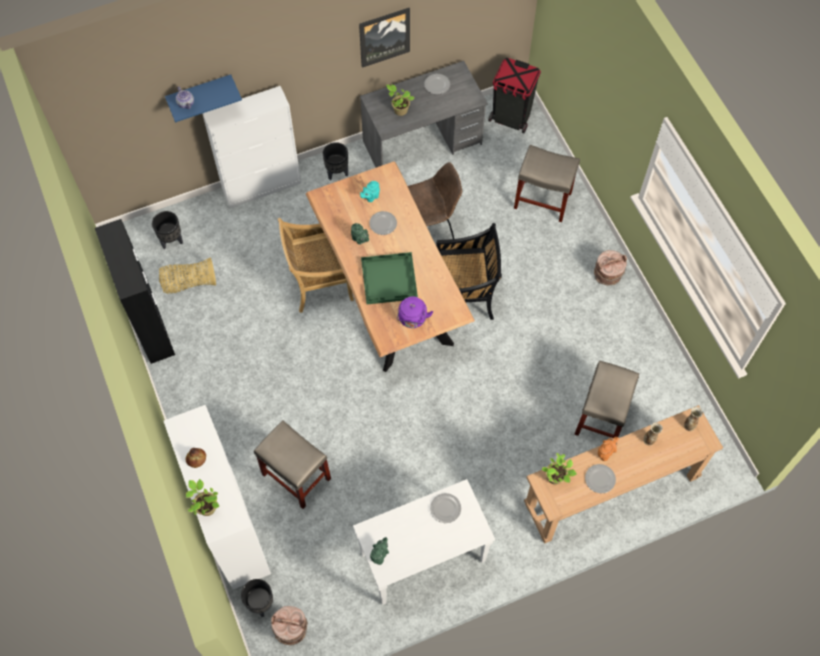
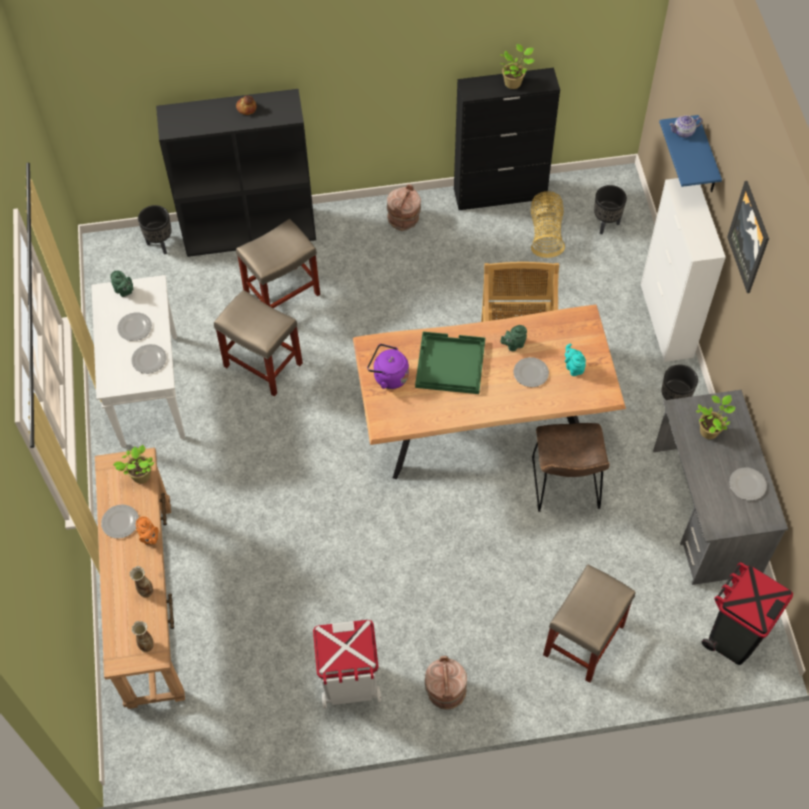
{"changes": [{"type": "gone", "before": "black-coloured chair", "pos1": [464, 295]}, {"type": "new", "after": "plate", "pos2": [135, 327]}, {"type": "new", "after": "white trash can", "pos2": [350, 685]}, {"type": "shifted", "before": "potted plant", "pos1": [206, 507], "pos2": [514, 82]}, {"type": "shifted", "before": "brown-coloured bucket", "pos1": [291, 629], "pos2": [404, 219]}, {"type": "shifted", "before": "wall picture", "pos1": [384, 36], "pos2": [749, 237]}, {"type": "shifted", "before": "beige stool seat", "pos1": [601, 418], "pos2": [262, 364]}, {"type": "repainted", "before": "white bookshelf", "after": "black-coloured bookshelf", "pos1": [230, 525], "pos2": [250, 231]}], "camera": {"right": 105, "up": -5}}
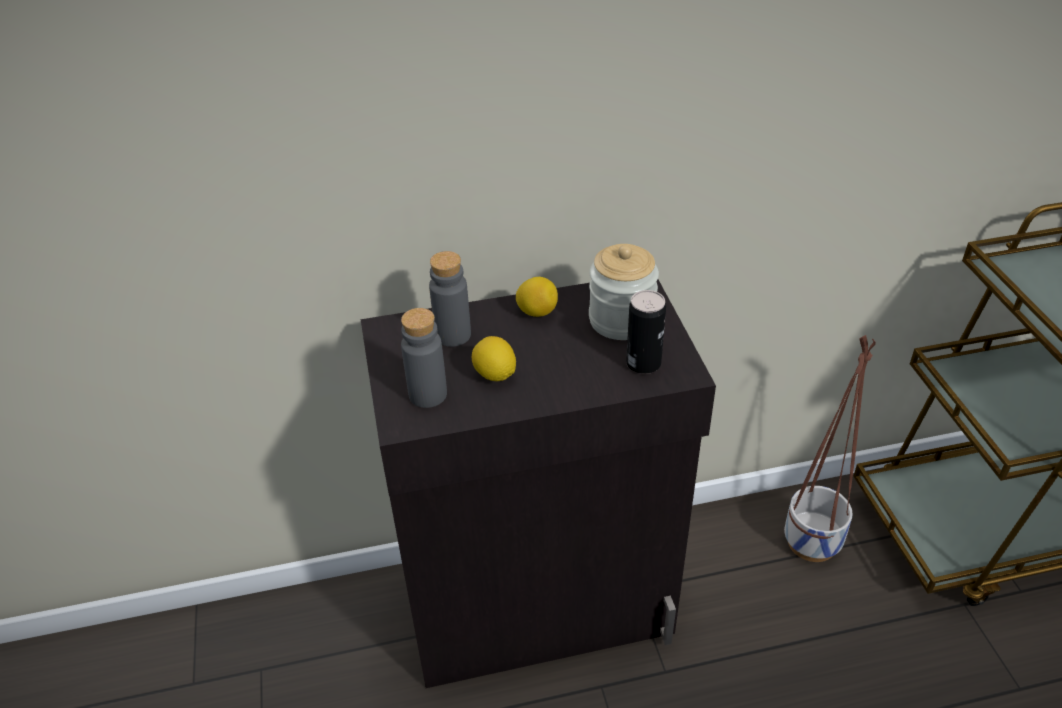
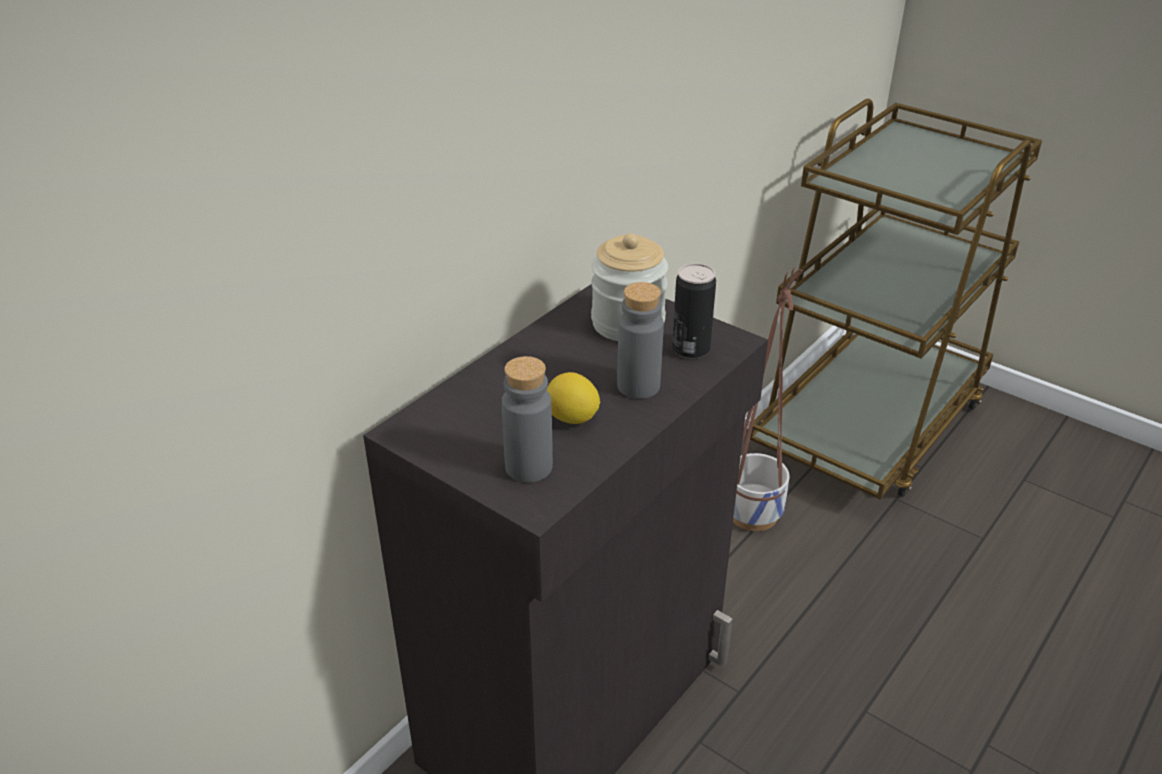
{"changes": [{"type": "gone", "before": "lemon", "pos1": [537, 312]}, {"type": "shifted", "before": "grey beverage bottle", "pos1": [453, 335], "pos2": [638, 386]}], "camera": {"right": -40, "up": -5}}
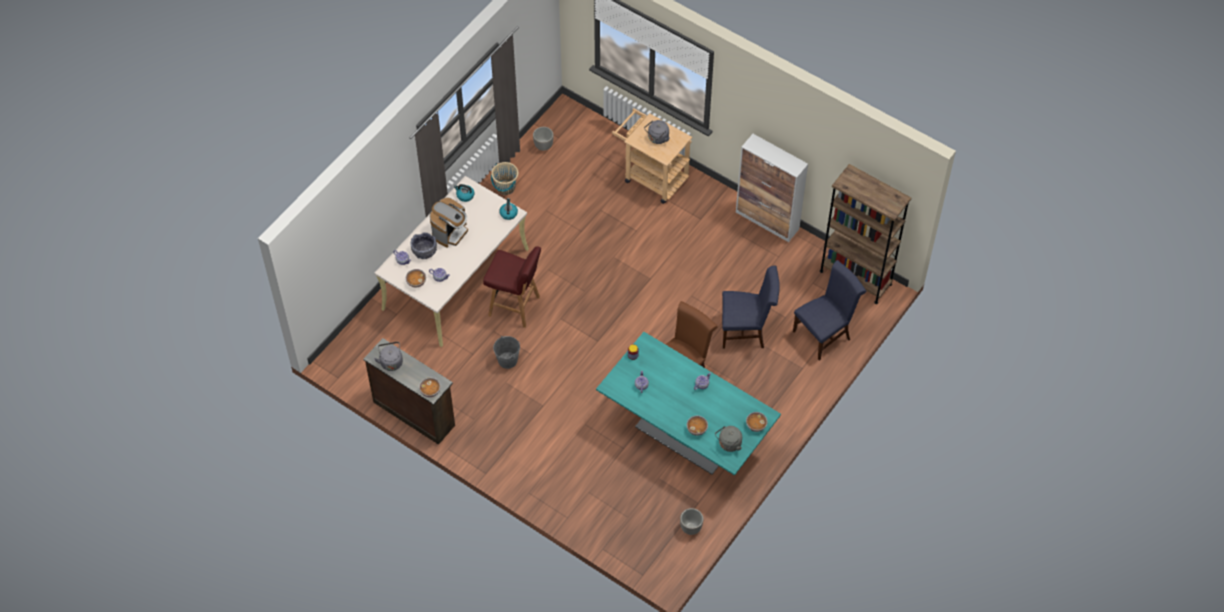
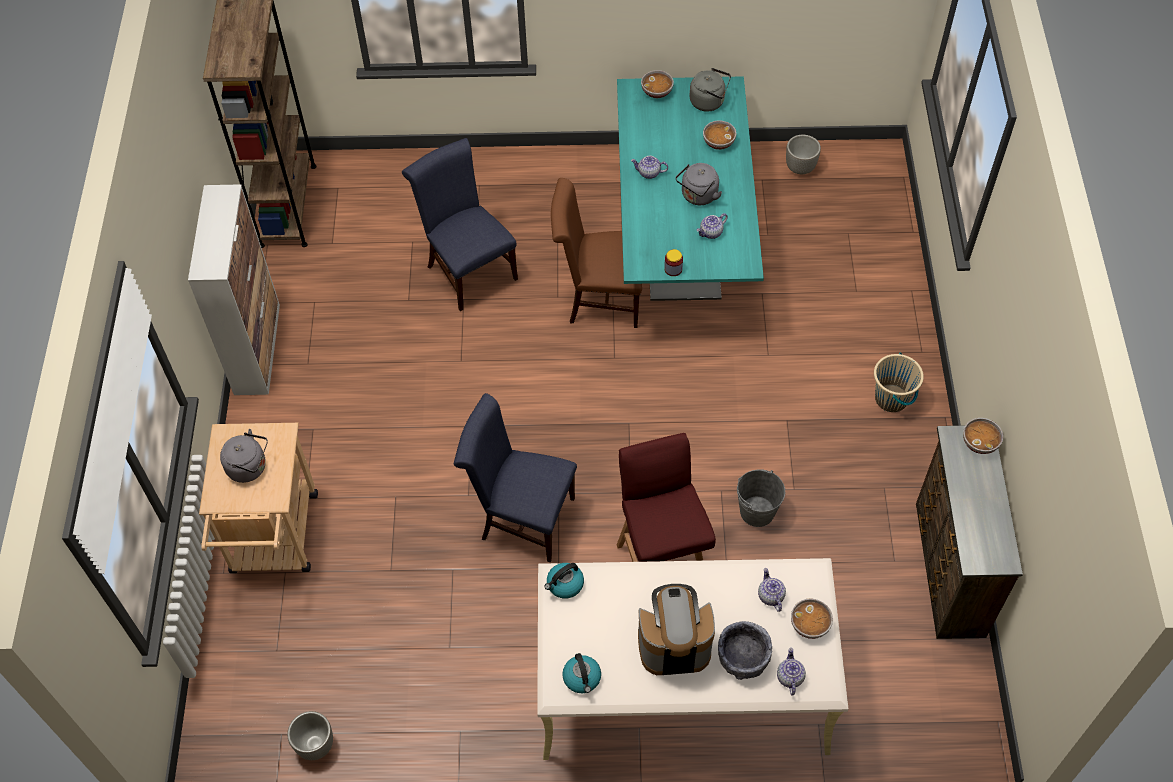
{"changes": [{"type": "shifted", "before": "grey kettle", "pos1": [391, 361], "pos2": [698, 196]}, {"type": "shifted", "before": "beige bucket", "pos1": [505, 187], "pos2": [891, 398]}, {"type": "shifted", "before": "bluish chair", "pos1": [824, 334], "pos2": [521, 517]}], "camera": {"right": -125, "up": 0}}
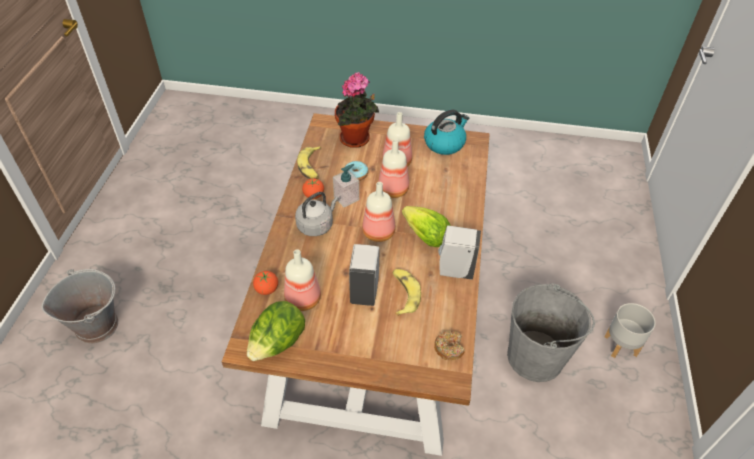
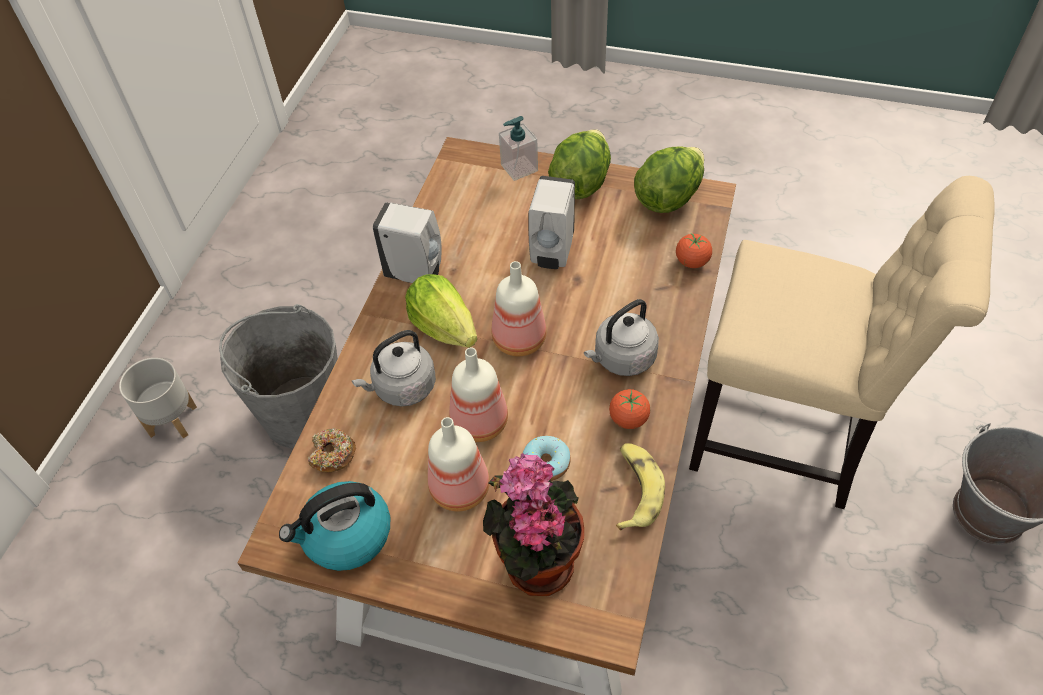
{"changes": [{"type": "gone", "before": "beverage bottle", "pos1": [303, 298]}, {"type": "gone", "before": "whole banana", "pos1": [403, 294]}, {"type": "new", "after": "grey kettle", "pos2": [402, 388]}, {"type": "new", "after": "lettuce", "pos2": [580, 182]}, {"type": "new", "after": "beige chair", "pos2": [787, 437]}, {"type": "shifted", "before": "soap dispenser", "pos1": [346, 198], "pos2": [519, 168]}, {"type": "shifted", "before": "donut", "pos1": [449, 348], "pos2": [332, 455]}], "camera": {"right": -170, "up": 5}}
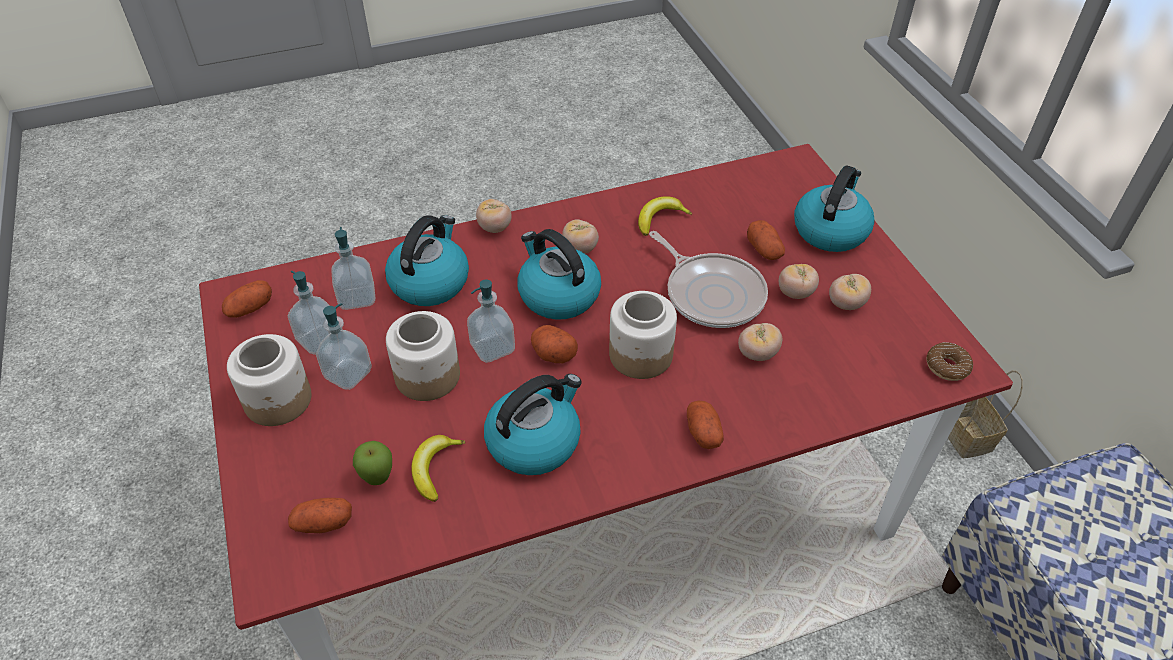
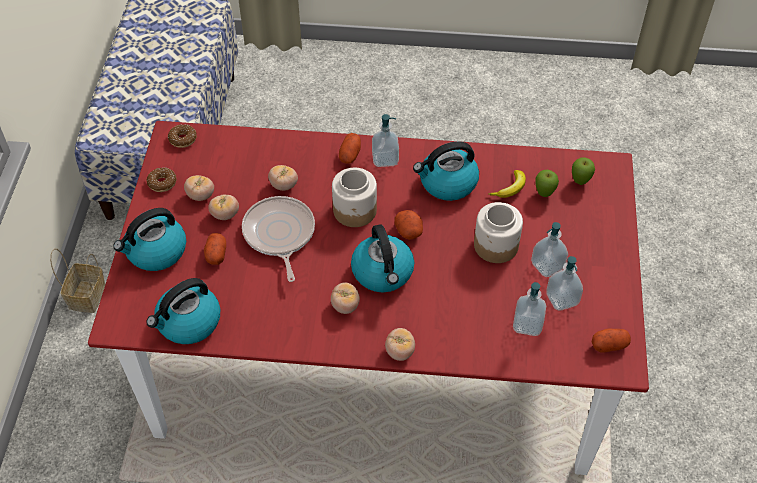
{"changes": [{"type": "gone", "before": "jar", "pos1": [278, 400]}, {"type": "gone", "before": "whole banana", "pos1": [659, 219]}, {"type": "new", "after": "donut", "pos2": [162, 183]}, {"type": "shifted", "before": "kettle", "pos1": [430, 281], "pos2": [188, 323]}, {"type": "shifted", "before": "soap dispenser", "pos1": [492, 348], "pos2": [385, 159]}, {"type": "swapped", "before": "potato", "after": "apple fruit", "pos1": [323, 523], "pos2": [580, 182]}], "camera": {"right": -155, "up": 5}}
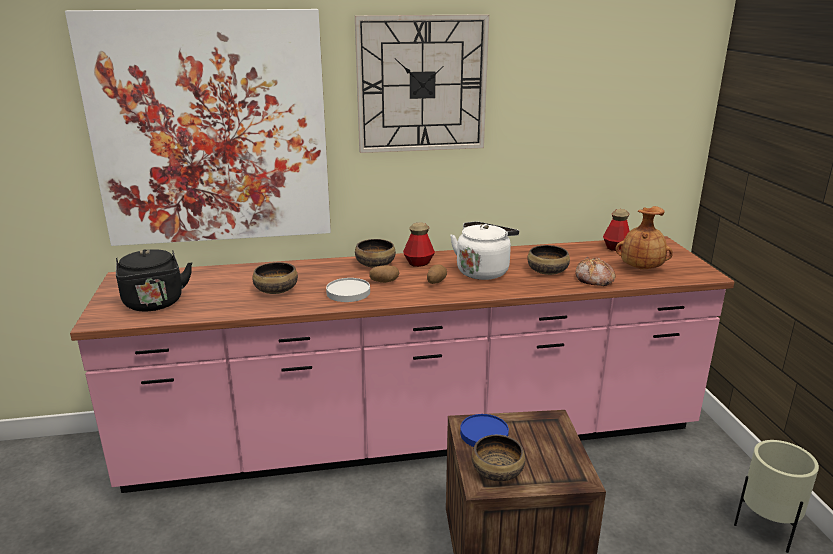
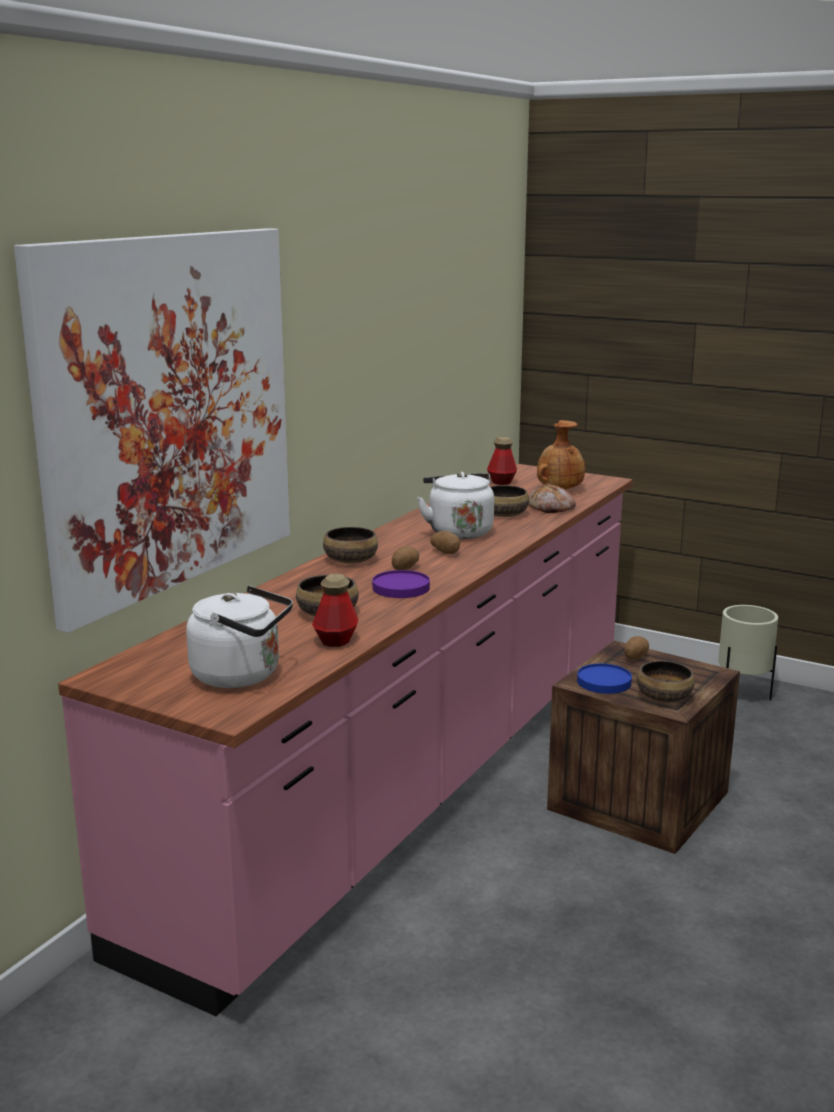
{"changes": [{"type": "gone", "before": "wall clock", "pos1": [422, 84]}, {"type": "new", "after": "potato", "pos2": [634, 657]}, {"type": "shifted", "before": "beverage bottle", "pos1": [419, 263], "pos2": [335, 640]}, {"type": "repainted", "before": "black-coloured kettle", "after": "white kettle", "pos1": [155, 304], "pos2": [242, 675]}, {"type": "repainted", "before": "white plate", "after": "purple plate", "pos1": [348, 292], "pos2": [400, 588]}], "camera": {"right": -50, "up": -5}}
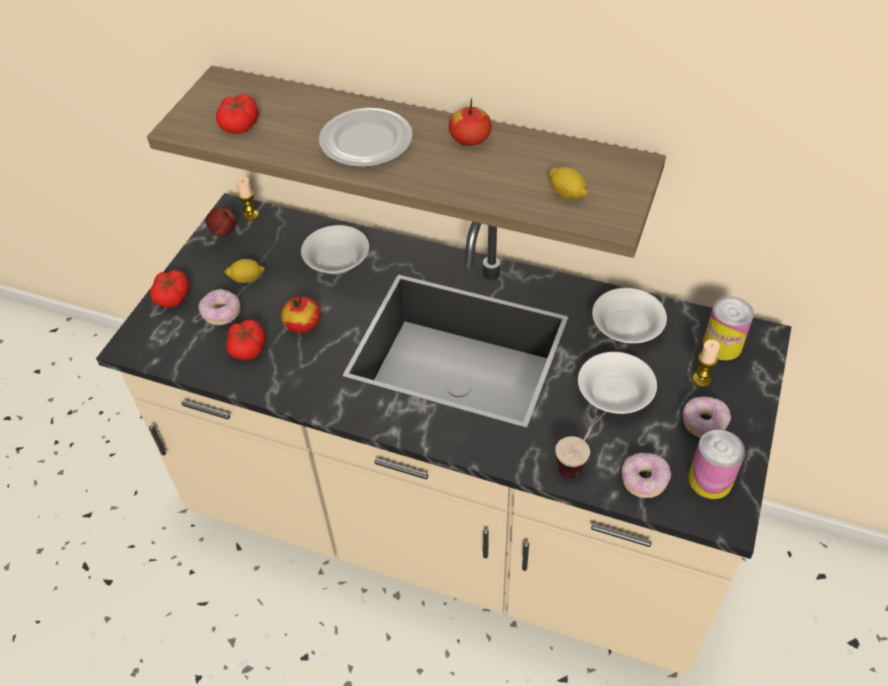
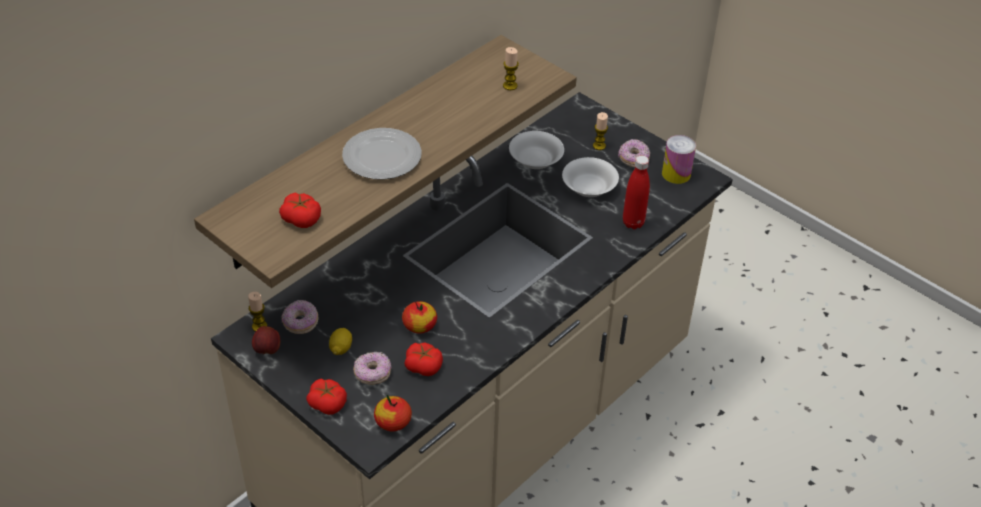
{"changes": [{"type": "gone", "before": "white serving bowl", "pos1": [336, 262]}, {"type": "gone", "before": "sealed can", "pos1": [722, 345]}, {"type": "shifted", "before": "apple fruit", "pos1": [470, 139], "pos2": [393, 422]}, {"type": "shifted", "before": "donut", "pos1": [643, 480], "pos2": [300, 323]}, {"type": "swapped", "before": "lemon", "after": "candle", "pos1": [567, 194], "pos2": [510, 86]}, {"type": "swapped", "before": "drinking cup", "after": "red beverage bottle", "pos1": [579, 461], "pos2": [633, 223]}], "camera": {"right": -70, "up": -5}}
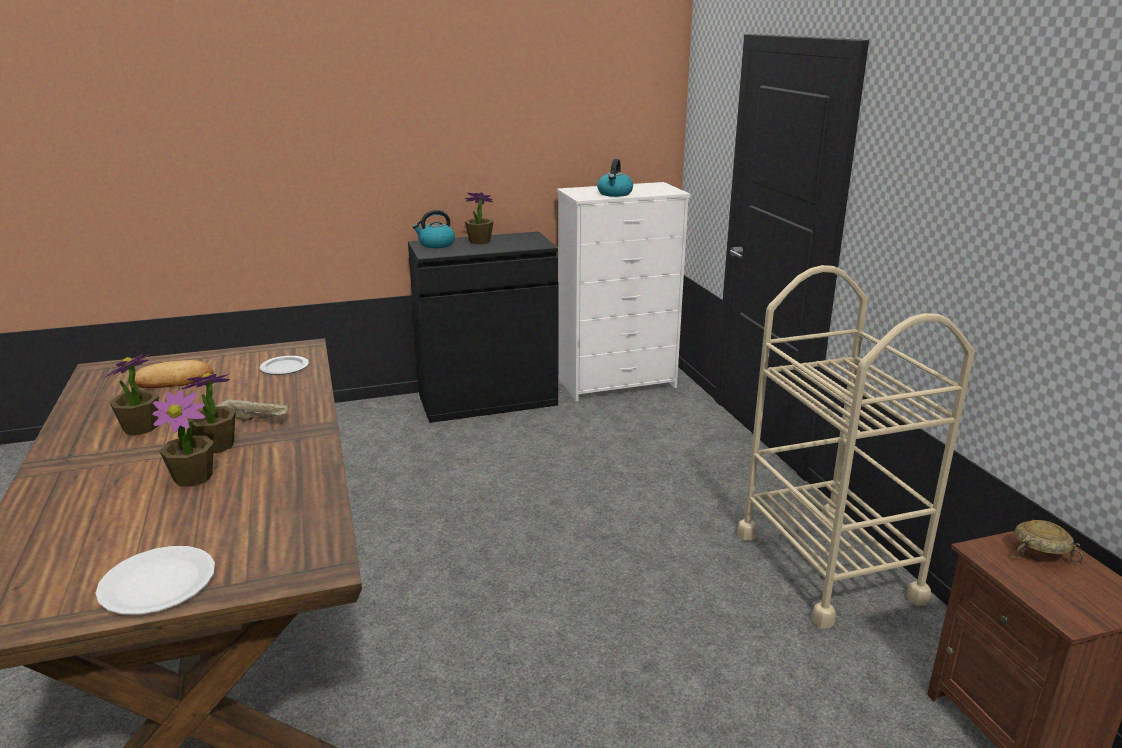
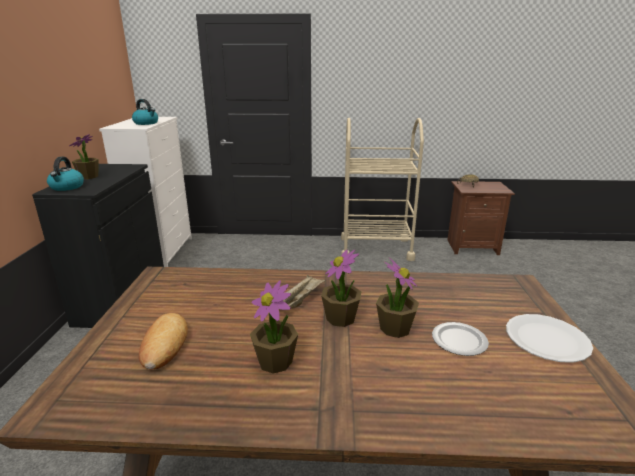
{"changes": [{"type": "shifted", "before": "plate", "pos1": [284, 368], "pos2": [460, 341]}], "camera": {"right": -70, "up": 0}}
